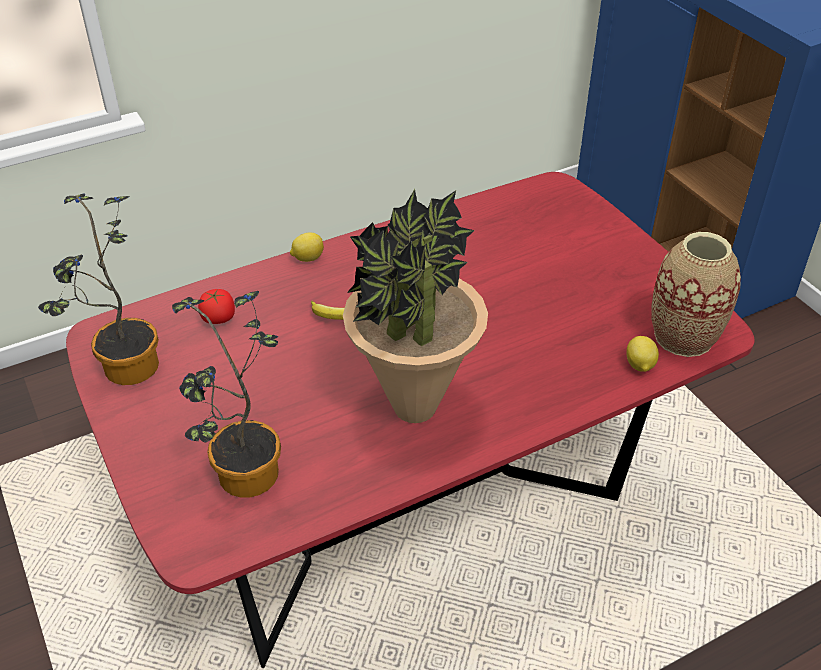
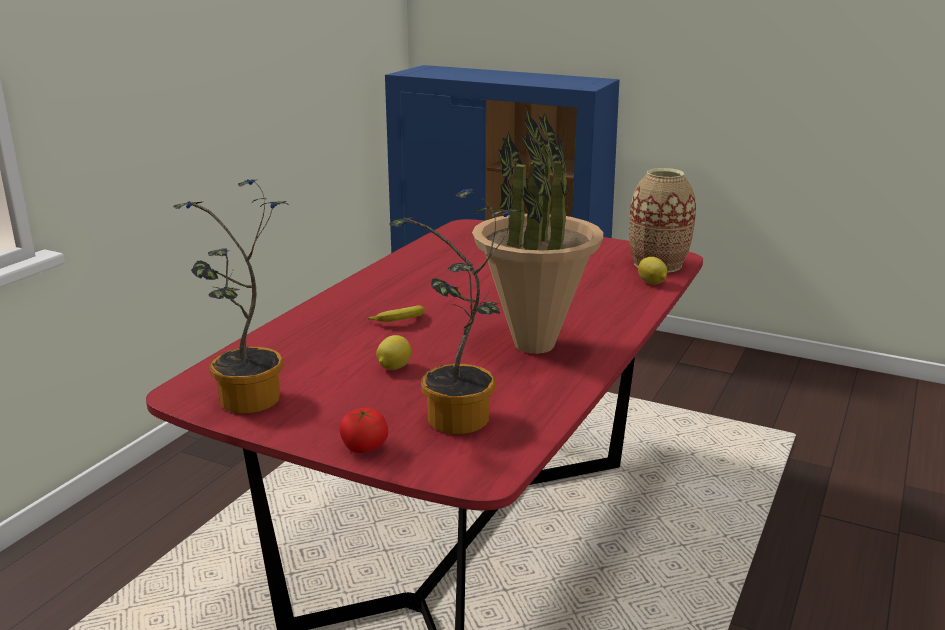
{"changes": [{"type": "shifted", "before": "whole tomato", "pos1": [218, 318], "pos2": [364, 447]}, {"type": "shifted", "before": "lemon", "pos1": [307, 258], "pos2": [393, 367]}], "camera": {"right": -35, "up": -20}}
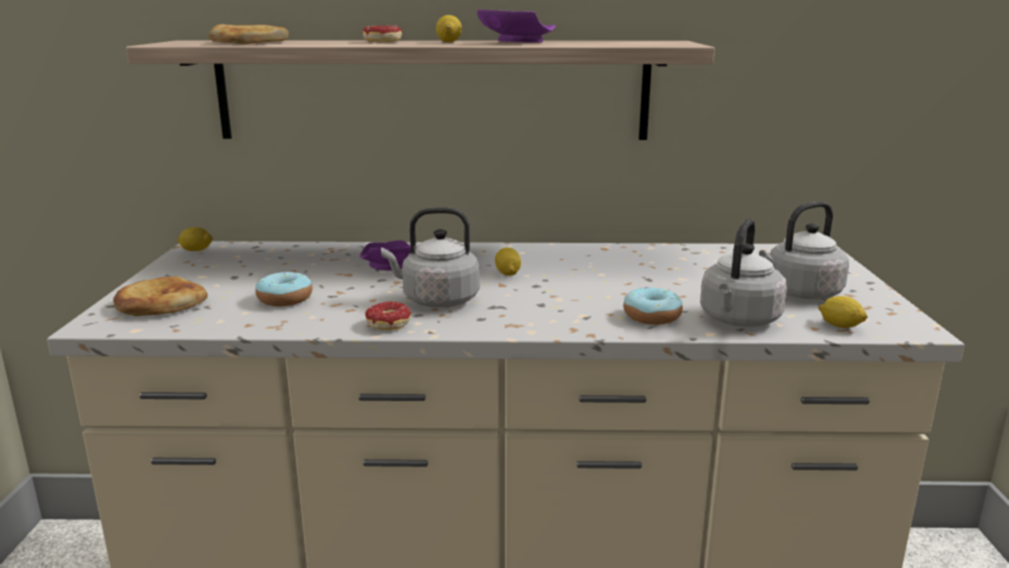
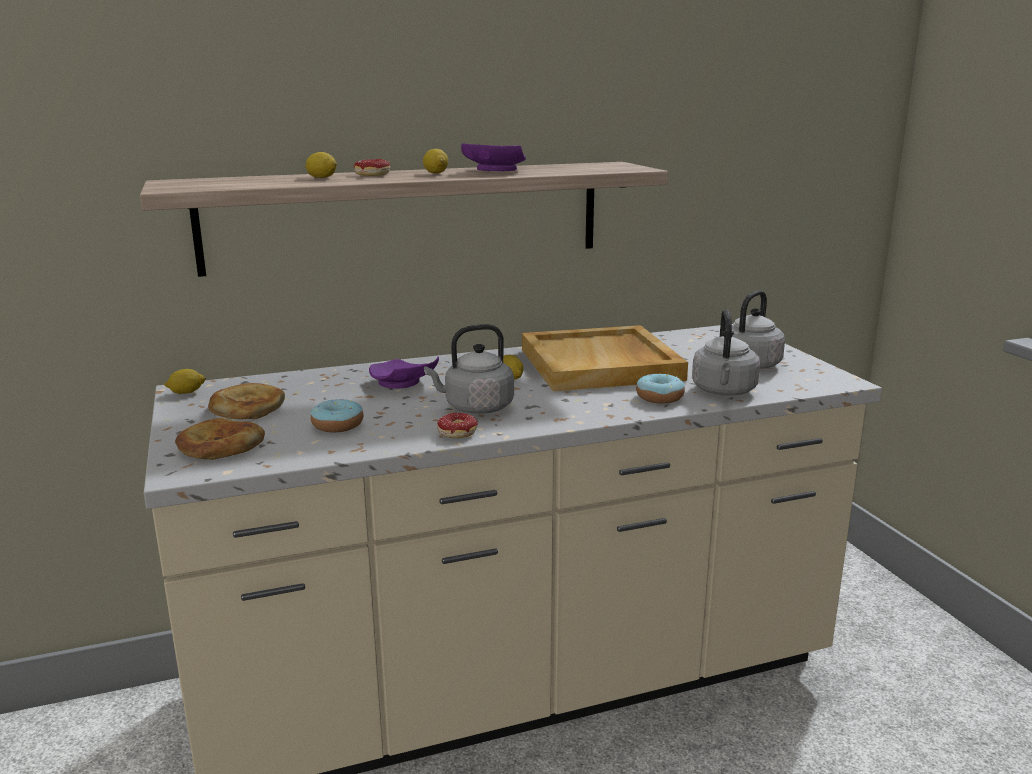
{"changes": [{"type": "new", "after": "beige serving tray", "pos2": [601, 364]}, {"type": "shifted", "before": "baked bread", "pos1": [249, 42], "pos2": [247, 407]}, {"type": "shifted", "before": "lemon", "pos1": [840, 325], "pos2": [321, 177]}], "camera": {"right": -20, "up": 0}}
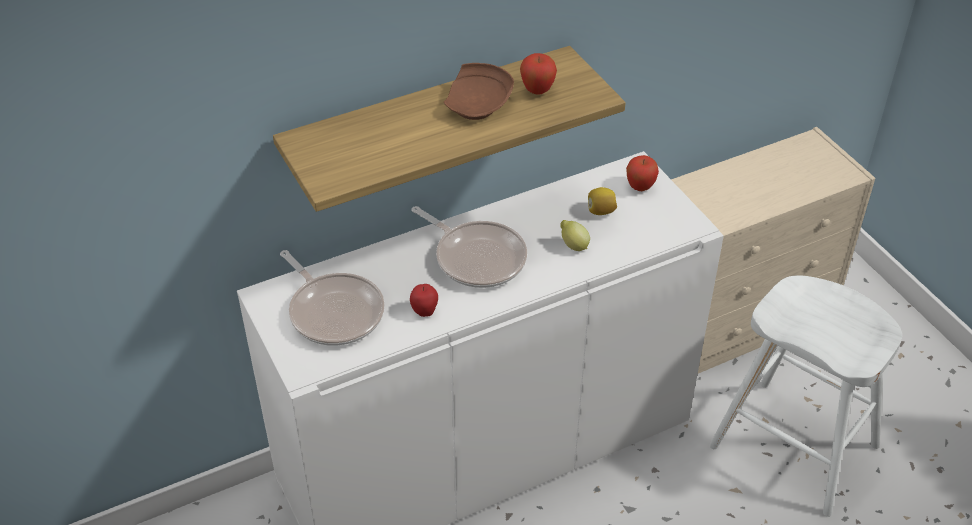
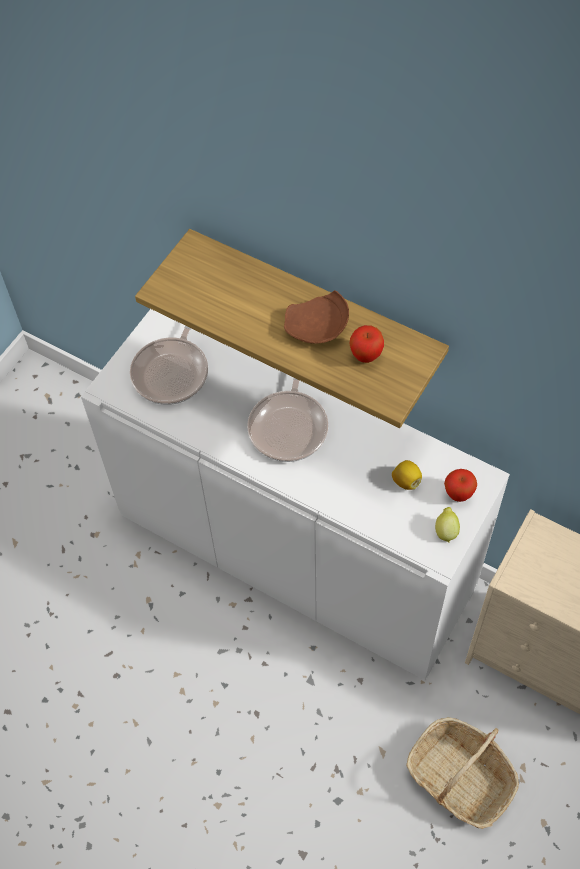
{"changes": [{"type": "gone", "before": "apple fruit", "pos1": [424, 311]}, {"type": "shifted", "before": "lemon", "pos1": [573, 246], "pos2": [446, 530]}, {"type": "swapped", "before": "white stool seat", "after": "storage basket", "pos1": [793, 446], "pos2": [460, 777]}], "camera": {"right": 60, "up": 15}}
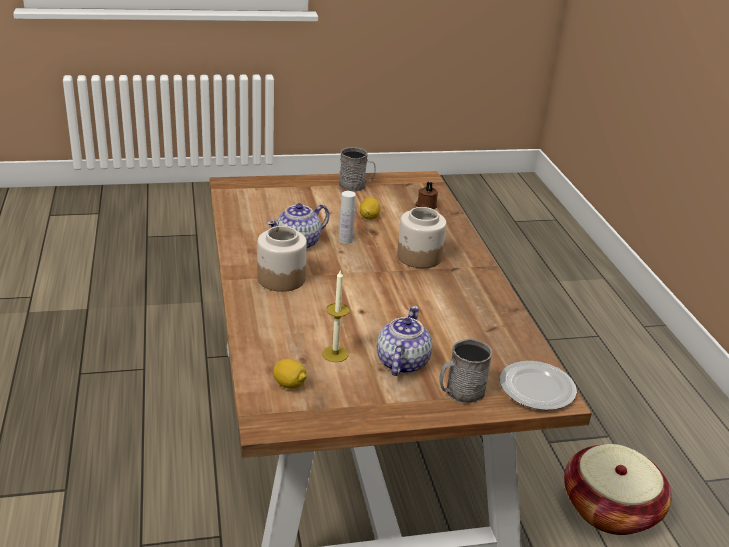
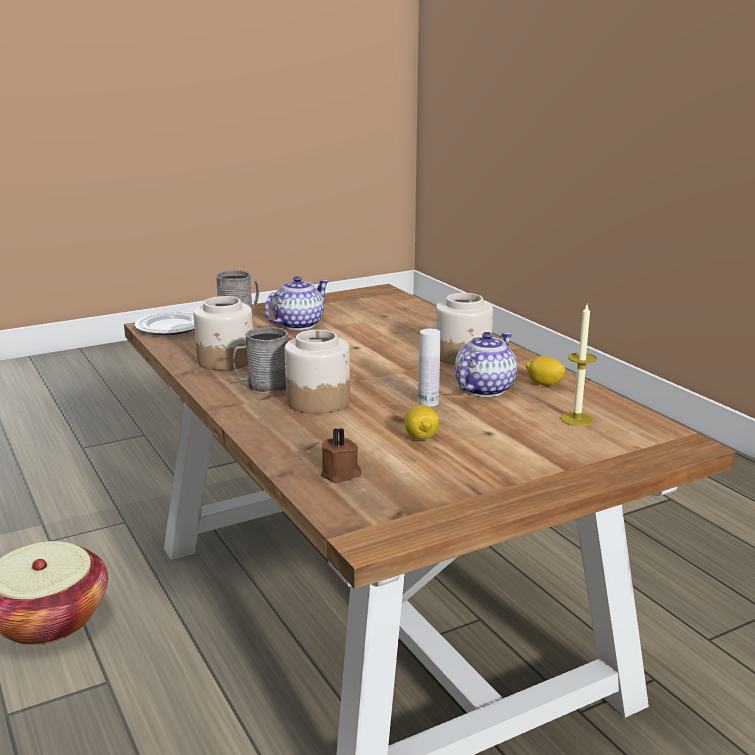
{"changes": [{"type": "new", "after": "jar", "pos2": [226, 361]}, {"type": "shifted", "before": "lemon", "pos1": [289, 384], "pos2": [544, 384]}, {"type": "shifted", "before": "candle", "pos1": [335, 354], "pos2": [576, 419]}, {"type": "shifted", "before": "grey coffee mug", "pos1": [356, 186], "pos2": [262, 386]}, {"type": "rotated", "before": "teapot", "pos1": [401, 362], "pos2": [297, 324], "turn": -135}], "camera": {"right": 165, "up": -10}}
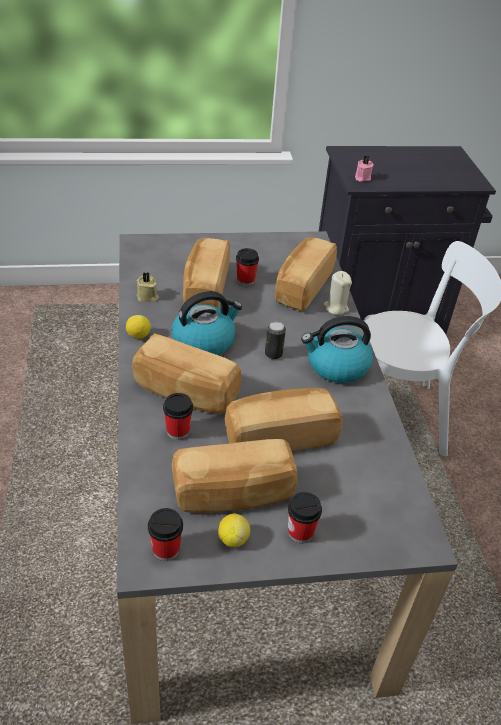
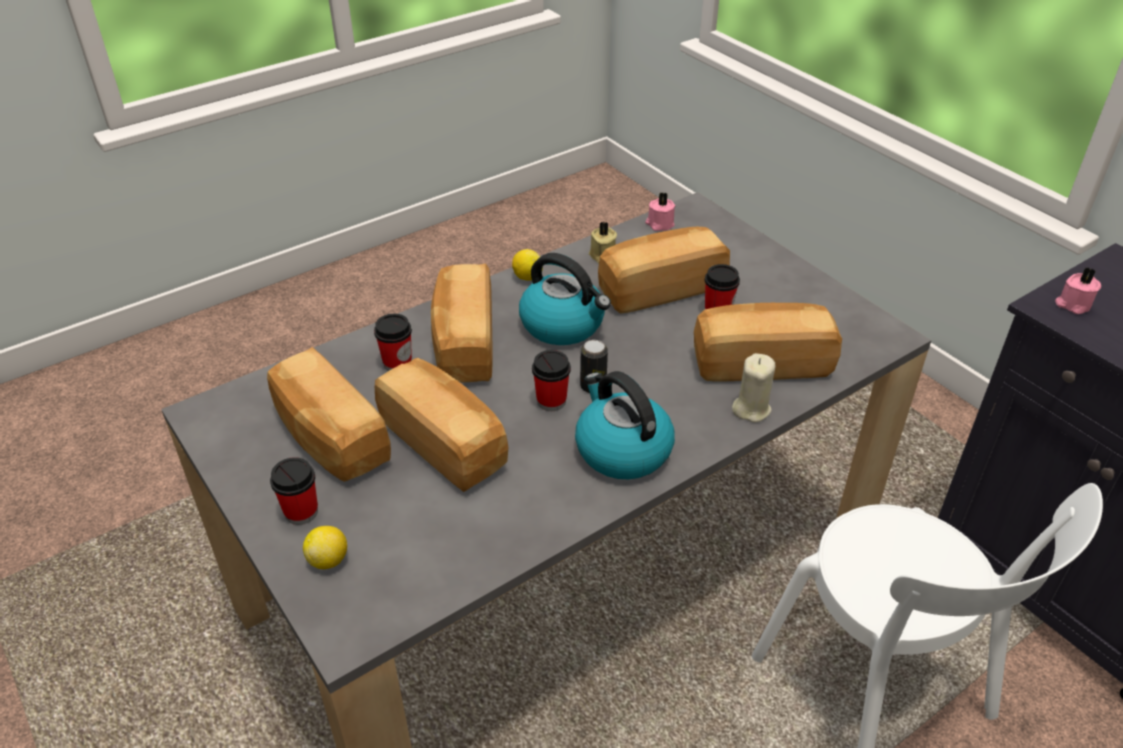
{"changes": [{"type": "new", "after": "pinkish candle", "pos2": [659, 224]}, {"type": "shifted", "before": "drinking cup", "pos1": [166, 549], "pos2": [551, 401]}, {"type": "shifted", "before": "lemon", "pos1": [233, 539], "pos2": [328, 560]}], "camera": {"right": 65, "up": 0}}
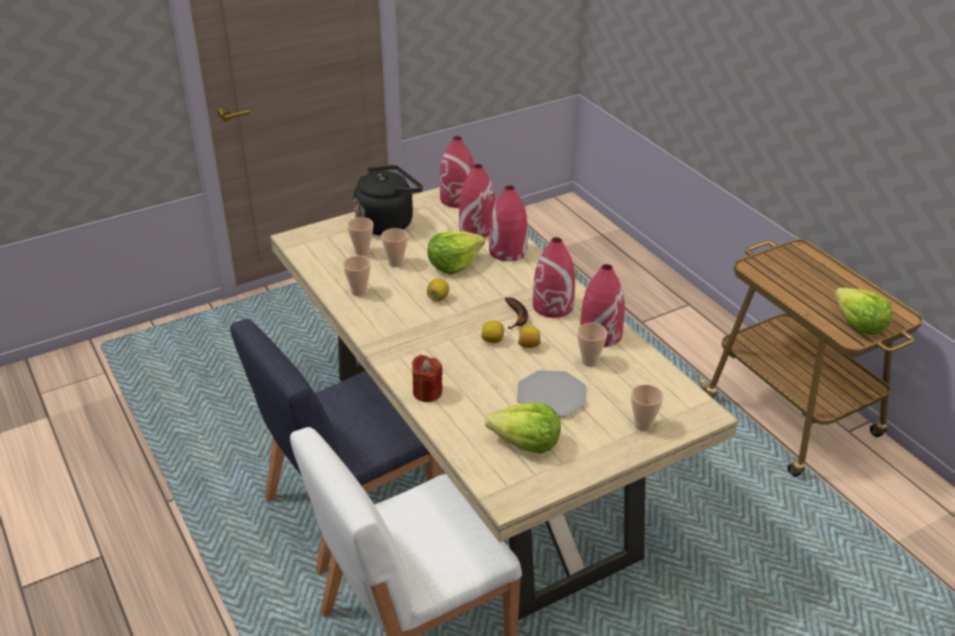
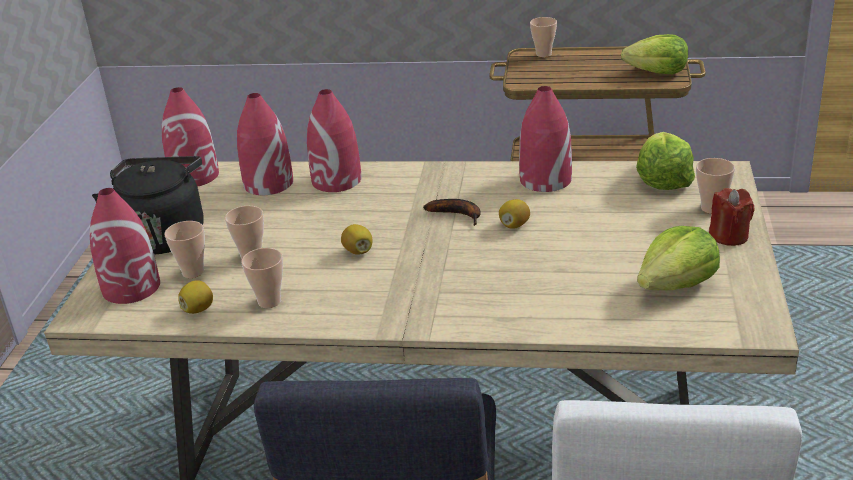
{"changes": [{"type": "gone", "before": "plate", "pos1": [551, 395]}, {"type": "shifted", "before": "red candle", "pos1": [427, 392], "pos2": [729, 236]}, {"type": "shifted", "before": "lettuce", "pos1": [453, 264], "pos2": [663, 180]}, {"type": "shifted", "before": "lemon", "pos1": [492, 340], "pos2": [198, 309]}, {"type": "shifted", "before": "red decorative vase", "pos1": [553, 306], "pos2": [132, 287]}, {"type": "shifted", "before": "drinking cup", "pos1": [589, 361], "pos2": [543, 54]}], "camera": {"right": -50, "up": -5}}
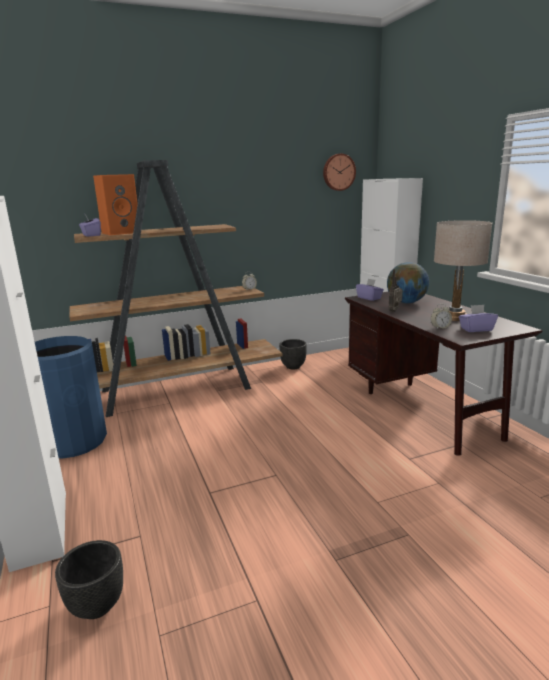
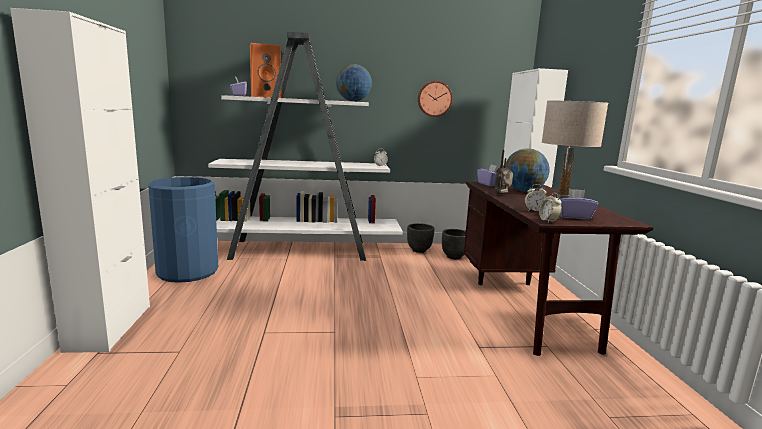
{"changes": [{"type": "new", "after": "world globe", "pos2": [353, 101]}, {"type": "new", "after": "table clock", "pos2": [548, 221]}, {"type": "shifted", "before": "black-coloured plant pot", "pos1": [96, 606], "pos2": [453, 257]}, {"type": "shifted", "before": "wall clock", "pos1": [338, 172], "pos2": [434, 99]}, {"type": "repainted", "before": "brown-coloured bookshelf", "after": "white bookshelf", "pos1": [178, 389], "pos2": [302, 250]}], "camera": {"right": 15, "up": -5}}
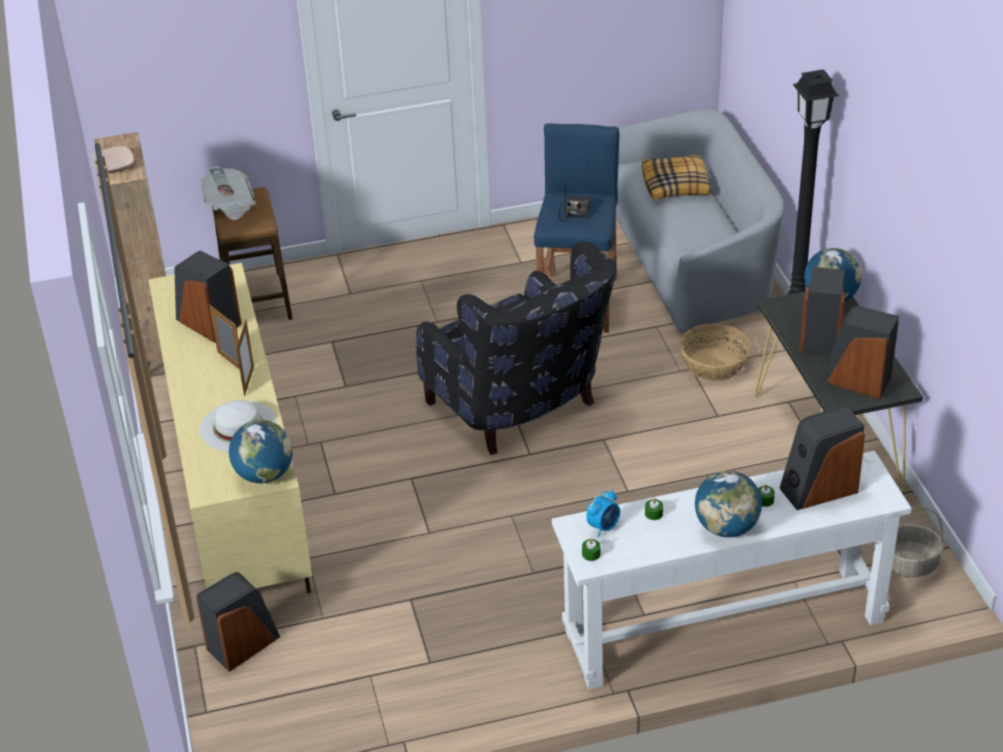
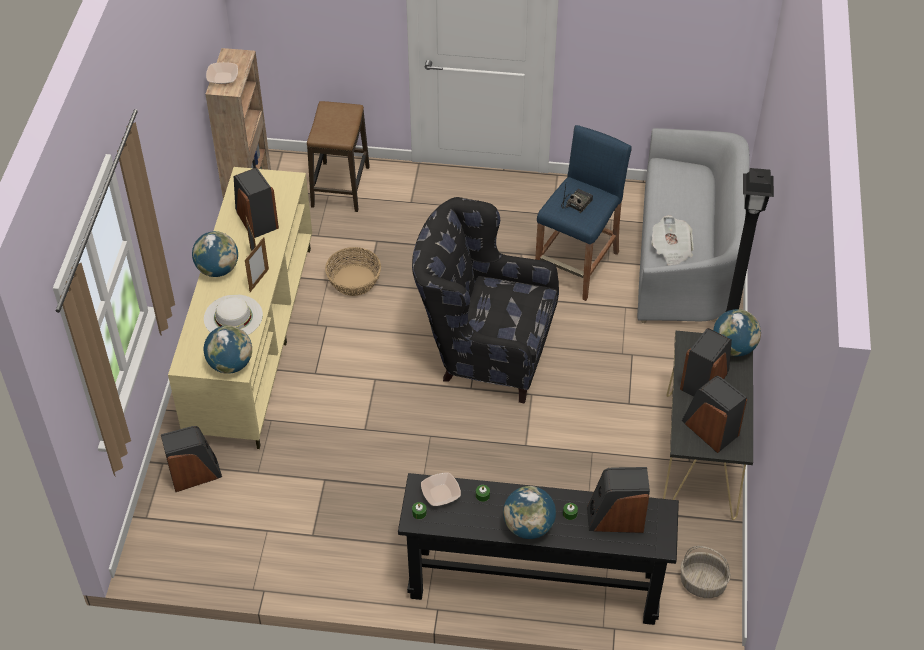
{"changes": [{"type": "gone", "before": "pillow", "pos1": [676, 185]}, {"type": "new", "after": "world globe", "pos2": [217, 269]}, {"type": "shifted", "before": "printed paper", "pos1": [230, 205], "pos2": [671, 250]}, {"type": "shifted", "before": "storage basket", "pos1": [714, 364], "pos2": [354, 280]}, {"type": "swapped", "before": "table clock", "after": "serving bowl", "pos1": [603, 527], "pos2": [440, 493]}, {"type": "repainted", "before": "white hall table", "after": "black-coloured hall table", "pos1": [723, 626], "pos2": [534, 584]}, {"type": "rotated", "before": "black-coloured lounge chair", "pos1": [521, 410], "pos2": [484, 348], "turn": 120}], "camera": {"right": 20, "up": 10}}
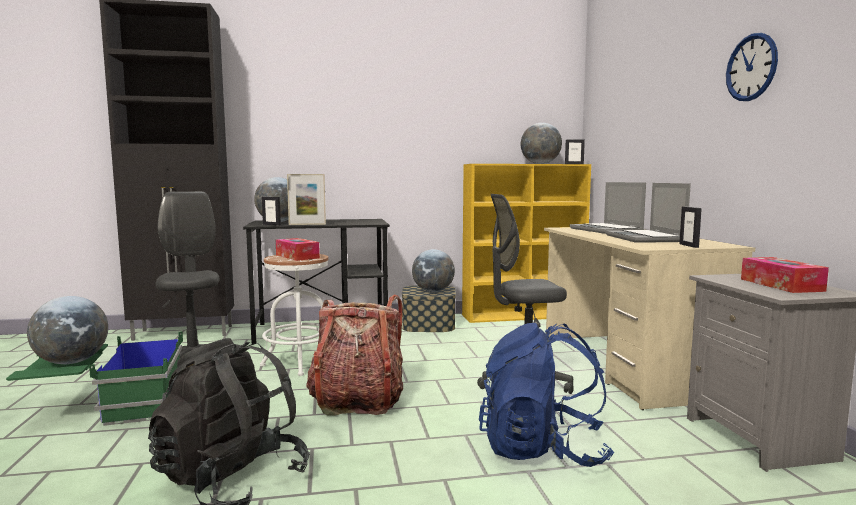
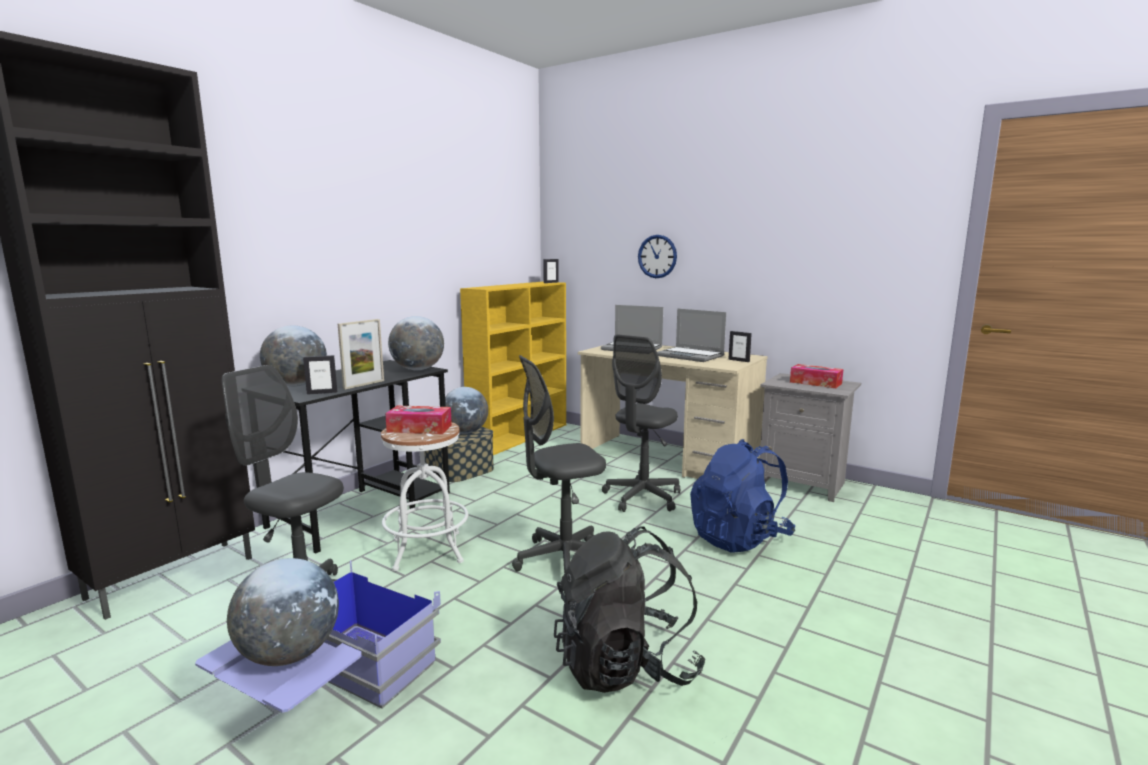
{"changes": [{"type": "shifted", "before": "world globe", "pos1": [540, 164], "pos2": [417, 369]}, {"type": "shifted", "before": "wall clock", "pos1": [751, 67], "pos2": [657, 256]}, {"type": "swapped", "before": "rucksack", "after": "grey office chair", "pos1": [357, 401], "pos2": [563, 560]}, {"type": "repainted", "before": "green-coloured storage container", "after": "bluish storage container", "pos1": [107, 408], "pos2": [331, 693]}], "camera": {"right": -45, "up": 5}}
